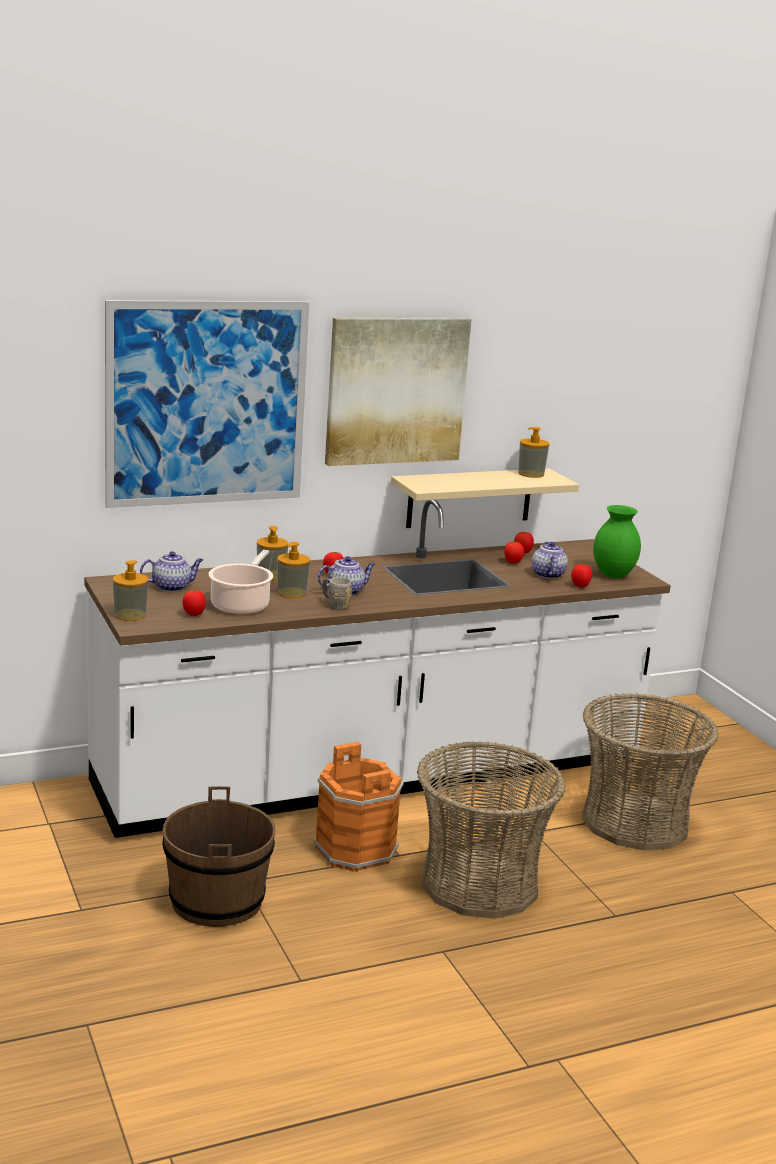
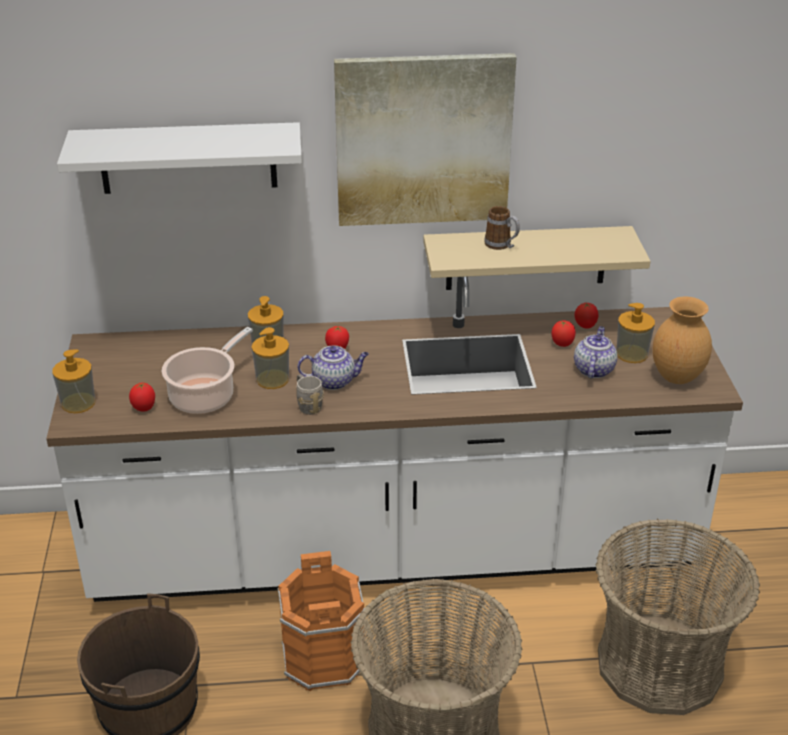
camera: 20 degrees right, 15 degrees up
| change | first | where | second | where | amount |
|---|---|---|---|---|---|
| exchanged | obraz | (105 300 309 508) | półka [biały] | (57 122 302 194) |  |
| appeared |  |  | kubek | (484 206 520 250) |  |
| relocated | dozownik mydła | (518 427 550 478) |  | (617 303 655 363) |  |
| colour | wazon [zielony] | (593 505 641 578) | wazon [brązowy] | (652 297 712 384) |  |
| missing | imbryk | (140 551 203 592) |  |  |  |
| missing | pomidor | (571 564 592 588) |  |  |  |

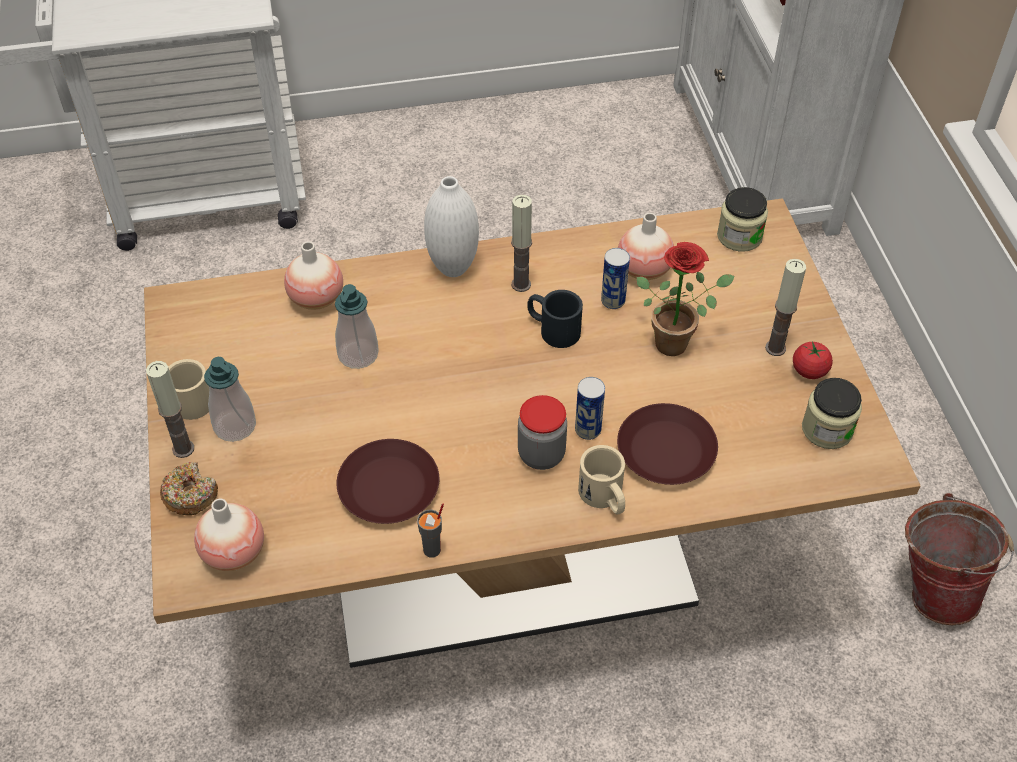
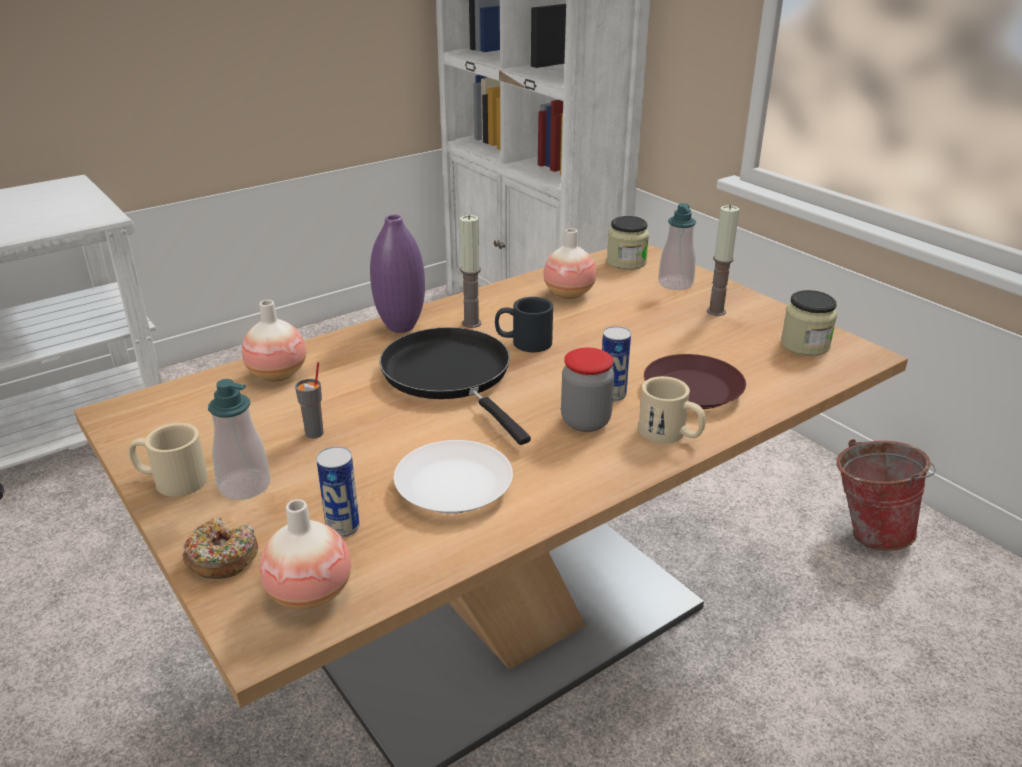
camera: 25 degrees left, 20 degrees down
| change | first | where | second | where | amount |
|---|---|---|---|---|---|
| relocated | filiżanka [szary] | (417 503 444 558) |  | (295 362 323 439) |  |
| relocated | puszka | (601 248 630 309) |  | (316 447 360 537) |  |
| colour | wazon [biały] | (424 176 479 277) | wazon [fioletowy] | (370 215 425 333) |  |
| appeared |  |  | patelnia [czarny] | (379 327 531 445) |  |
| colour | talerz [brązowy] | (336 439 439 524) | talerz [biały] | (394 440 513 514) |  |
| relocated | dozownik mydła | (335 284 379 369) |  | (658 203 696 290) |  |
| missing | świeca | (146 361 194 458) |  |  |  |
| missing | roślina doniczkowa | (636 242 735 356) |  |  |  |
| missing | pomidor | (793 341 833 379) |  |  |  |

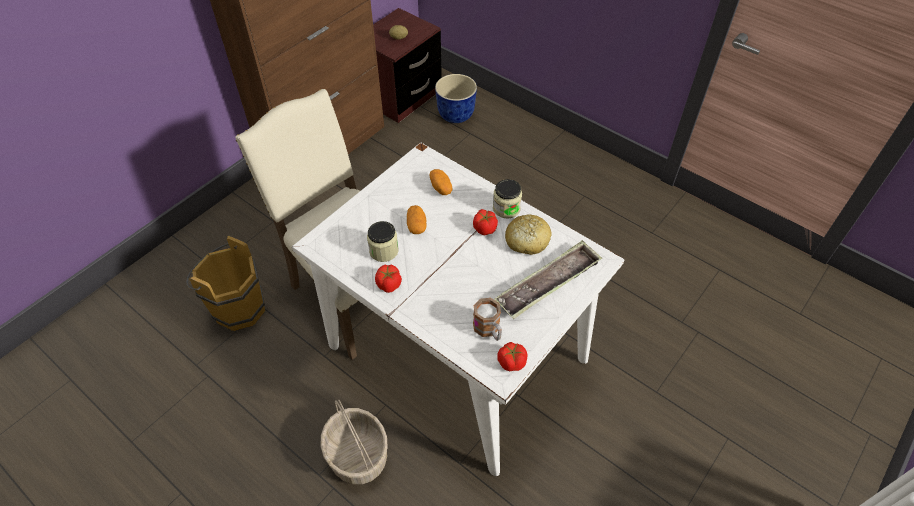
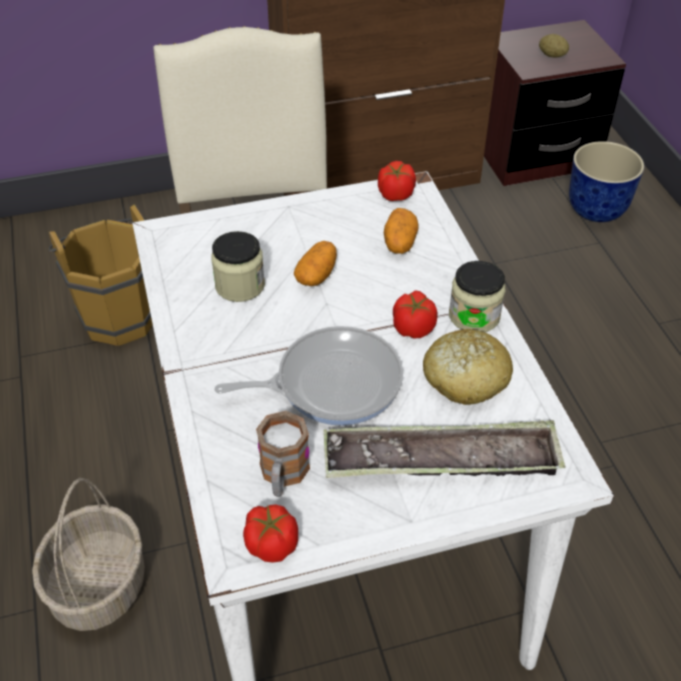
camera: 35 degrees right, 5 degrees down
| change | first | where | second | where | amount |
|---|---|---|---|---|---|
| appeared |  |  | patelnia | (214 326 403 426) |  |
| relocated | pomidor | (375 264 402 293) |  | (378 161 416 201) |  |

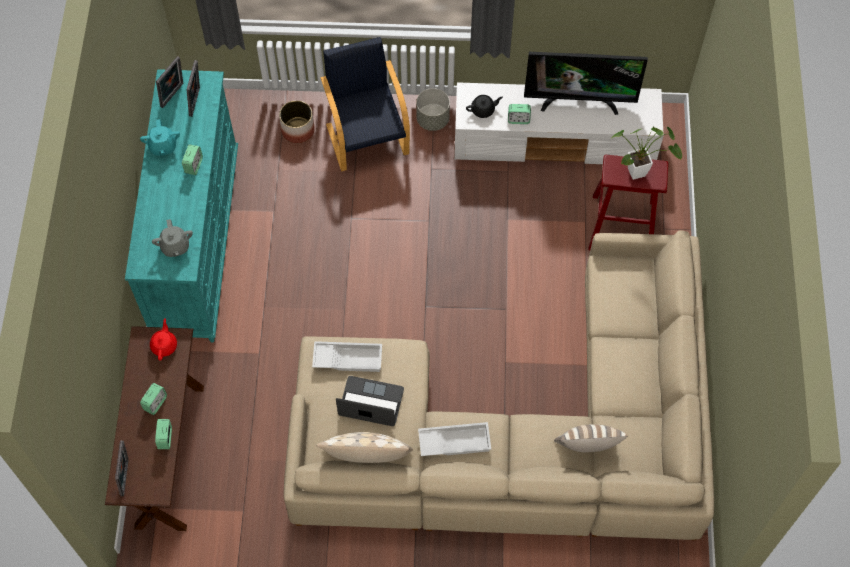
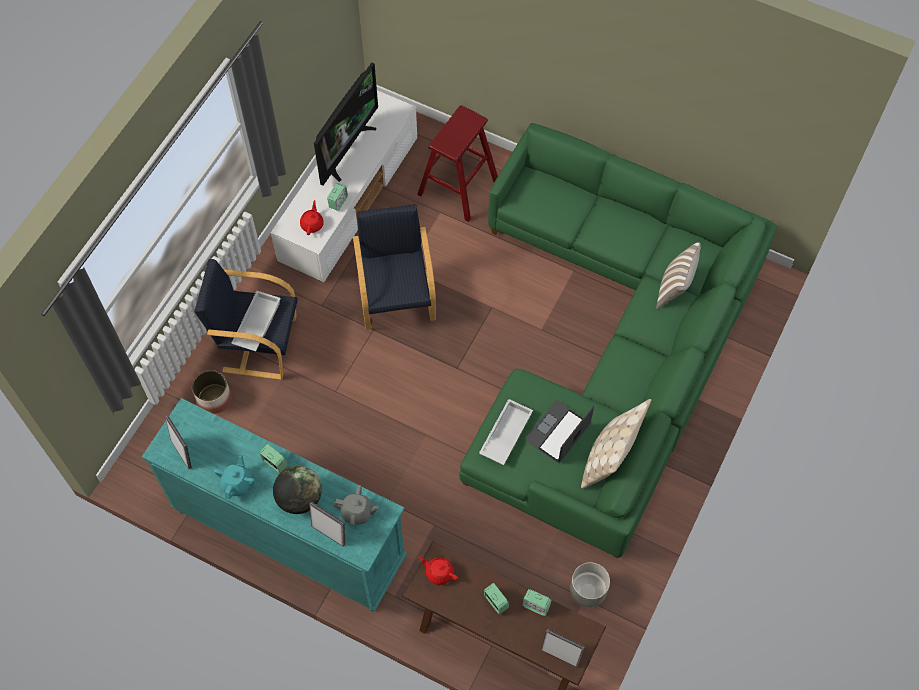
camera: 65 degrees left, 0 degrees up
| change | first | where | second | where | amount |
|---|---|---|---|---|---|
| spun | imbryk [turkusowy] | (140 119 180 156) |  | (214 454 255 500) | 90 degrees counterclockwise |
| relocated | taca [biały] | (418 422 491 456) |  | (231 291 281 351) |  |
| appeared |  |  | globus | (273 466 322 514) |  |
| colour | imbryk [czarny] | (466 95 503 118) | imbryk [czerwony] | (300 200 324 235) |  |
| relocated | ramka na zdjęcie | (186 60 200 117) |  | (309 501 345 547) |  |
| appeared |  |  | fotel [czarny] | (353 204 436 330) |  |
| colour | kanapa [beżowy] | (284 230 714 540) | kanapa [zielony] | (459 123 777 558) |  |
| relocated | donica [szary] | (416 88 450 131) |  | (570 562 610 608) |  |
| missing | roślina doniczkowa | (612 126 682 180) |  |  |  |

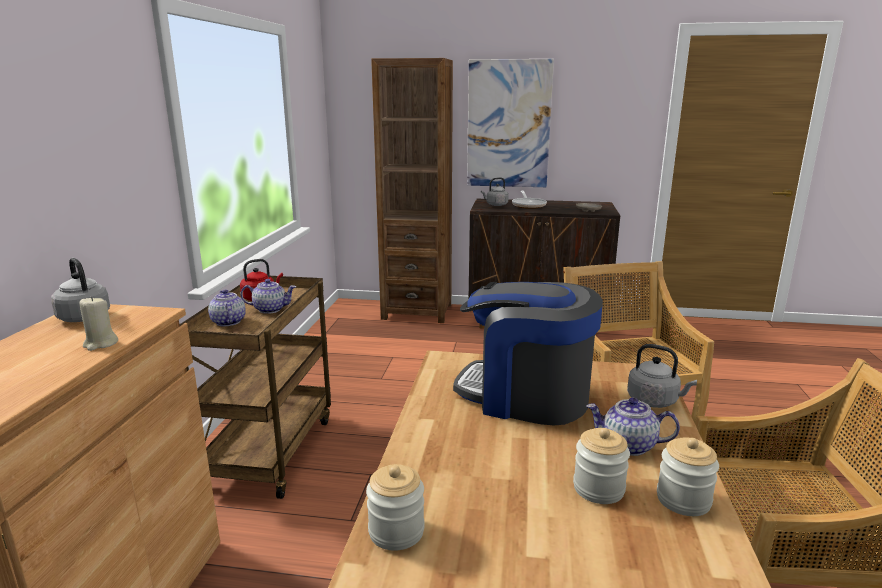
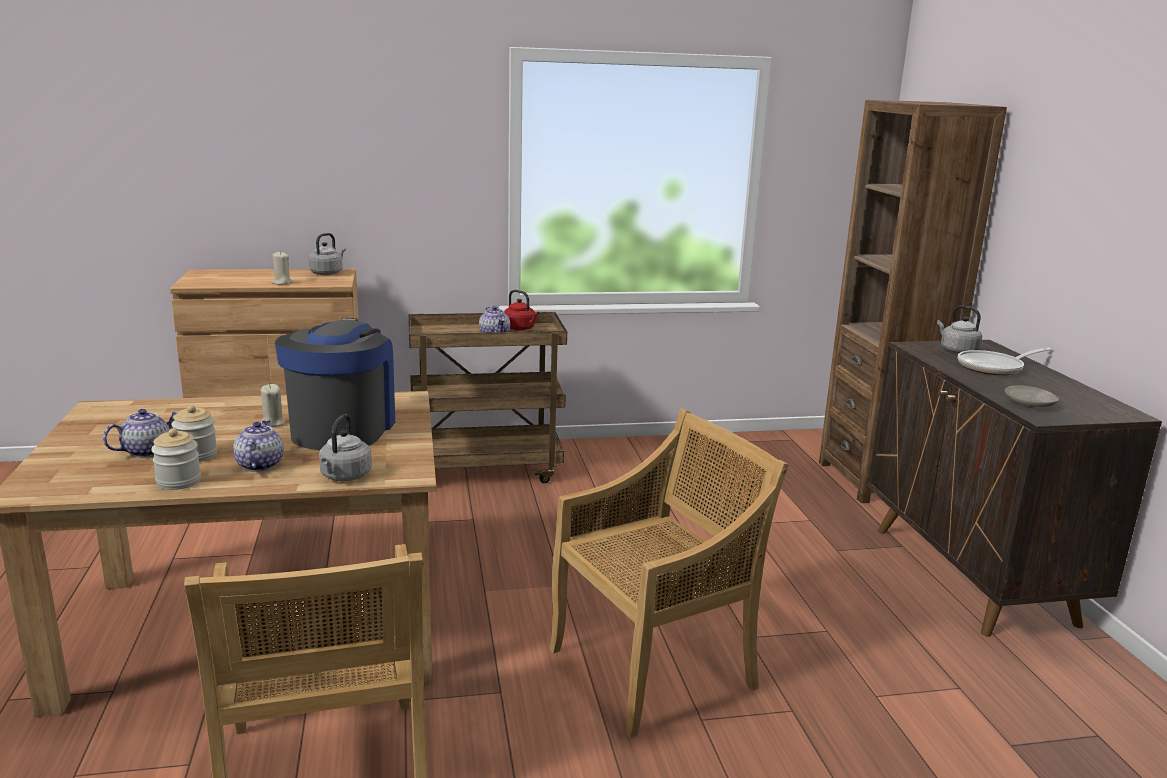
camera: 70 degrees right, 0 degrees up
| change | first | where | second | where | amount |
|---|---|---|---|---|---|
| relocated | imbryk | (208 289 246 326) |  | (103 409 179 457) |  |
| appeared |  |  | świeca [beżowy] | (261 384 285 427) |  |
| missing | słoik | (366 464 425 551) |  |  |  |
| missing | obraz | (467 59 554 187) |  |  |  |

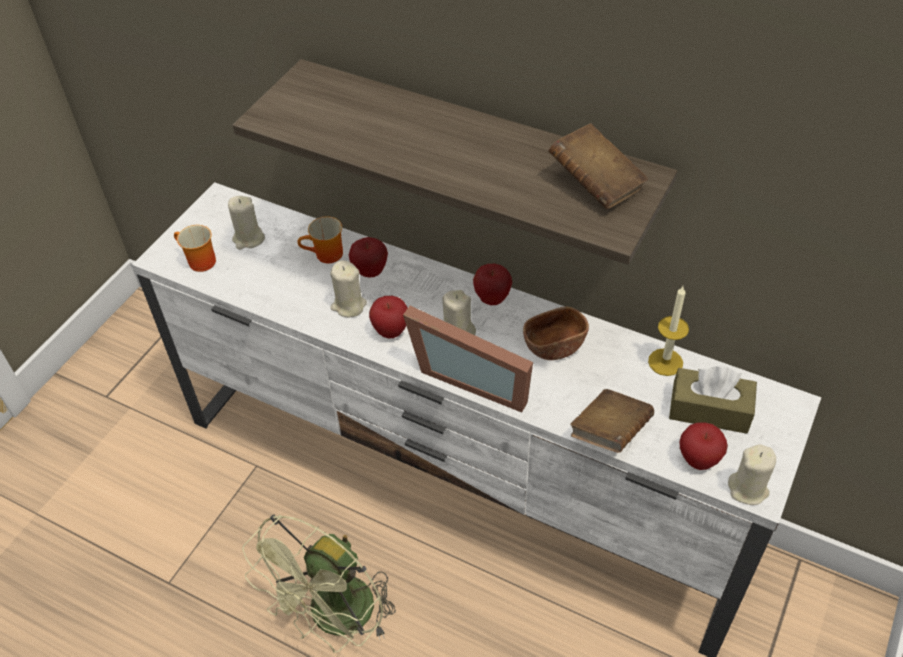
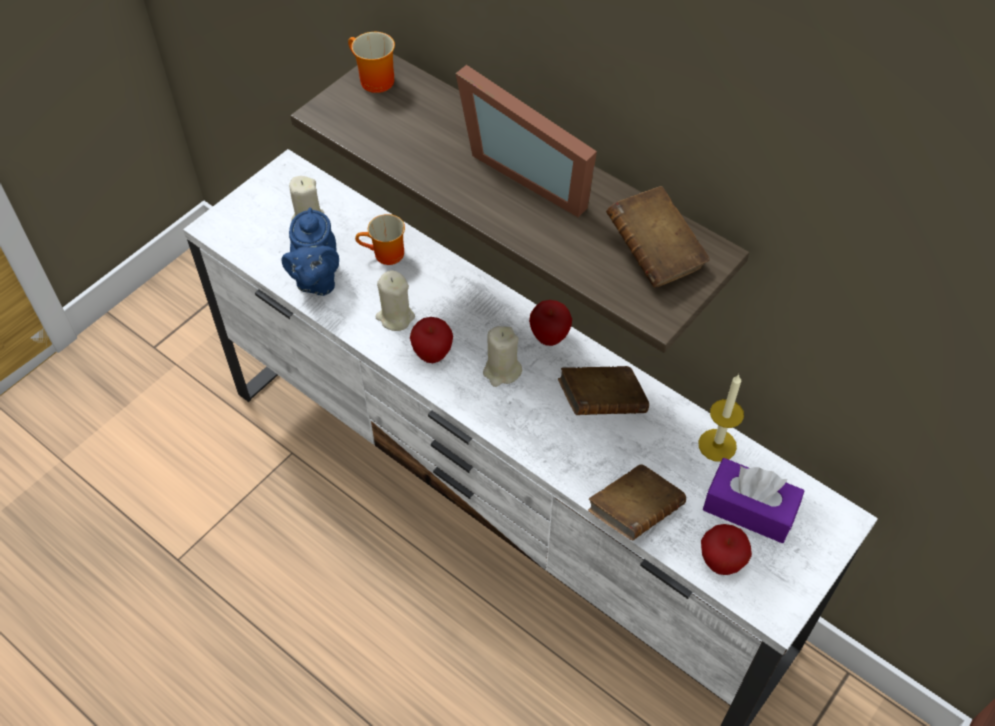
camera: 10 degrees right, 5 degrees up
| change | first | where | second | where | amount |
|---|---|---|---|---|---|
| appeared |  |  | imbryk [niebieski] | (281 208 339 296) |  |
| relocated | kubek | (174 225 216 272) |  | (348 32 395 93) |  |
| relocated | ramka na zdjęcie | (403 306 533 412) |  | (456 65 597 217) |  |
| exchanged | miska [brązowy] | (523 307 589 360) | książka [brązowy] | (558 366 649 415) |  |
| colour | pudełko chusteczek [brązowy] | (669 366 757 434) | pudełko chusteczek [fioletowy] | (703 458 804 543) |  |
| missing | wentylator [zielony] | (242 515 396 653) |  |  |  |
| missing | jabłko | (349 237 388 278) |  |  |  |
| missing | świeca [beżowy] | (728 445 776 505) |  |  |  |

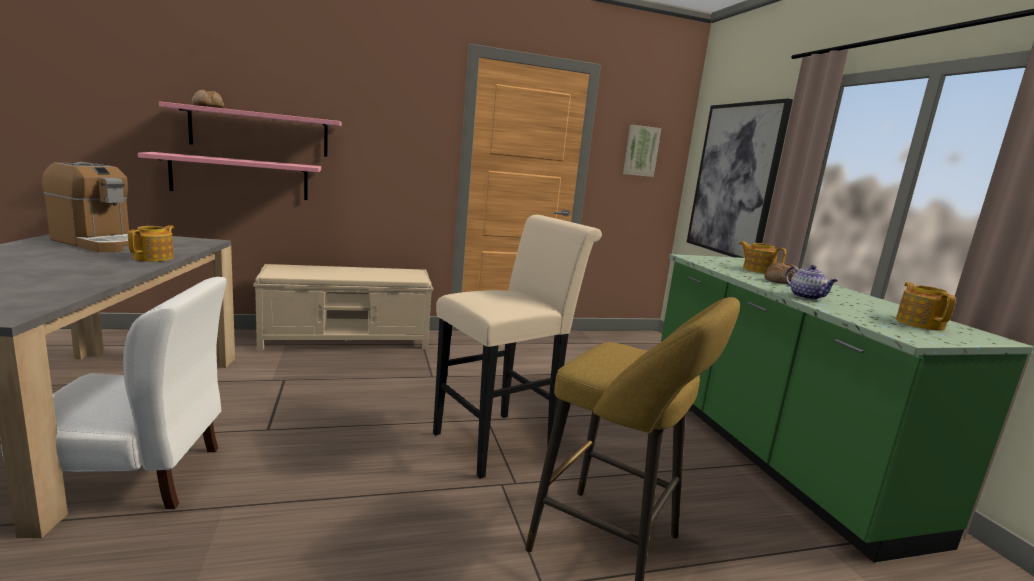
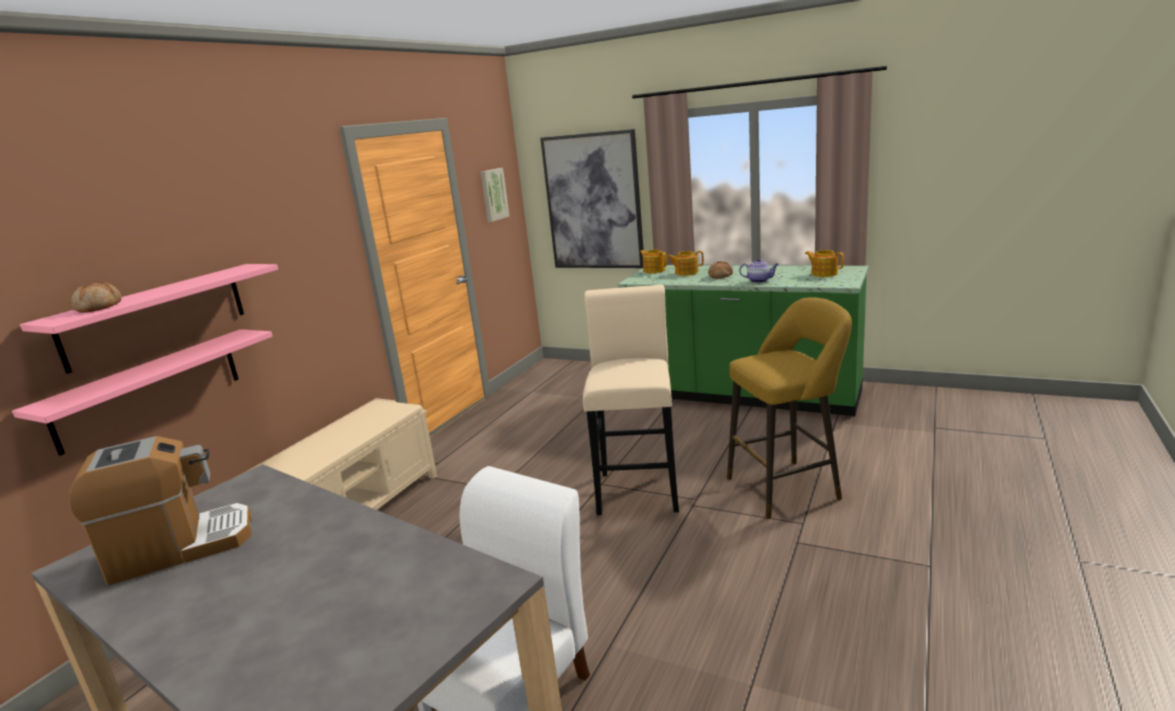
camera: 45 degrees left, 5 degrees up
| change | first | where | second | where | amount |
|---|---|---|---|---|---|
| relocated | imbryk | (128 225 174 262) |  | (640 250 667 273) |  |

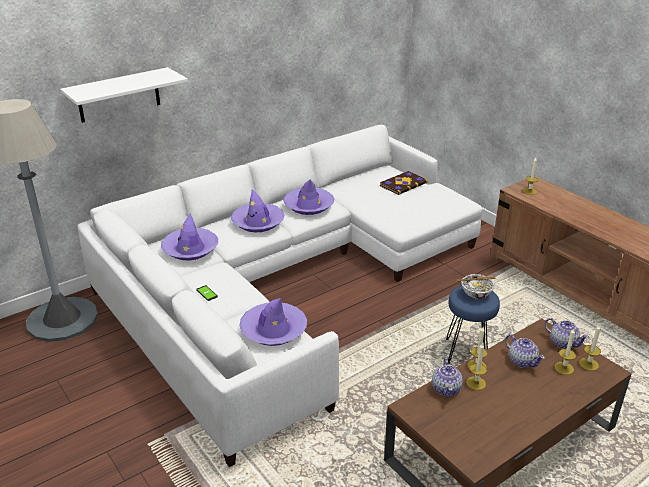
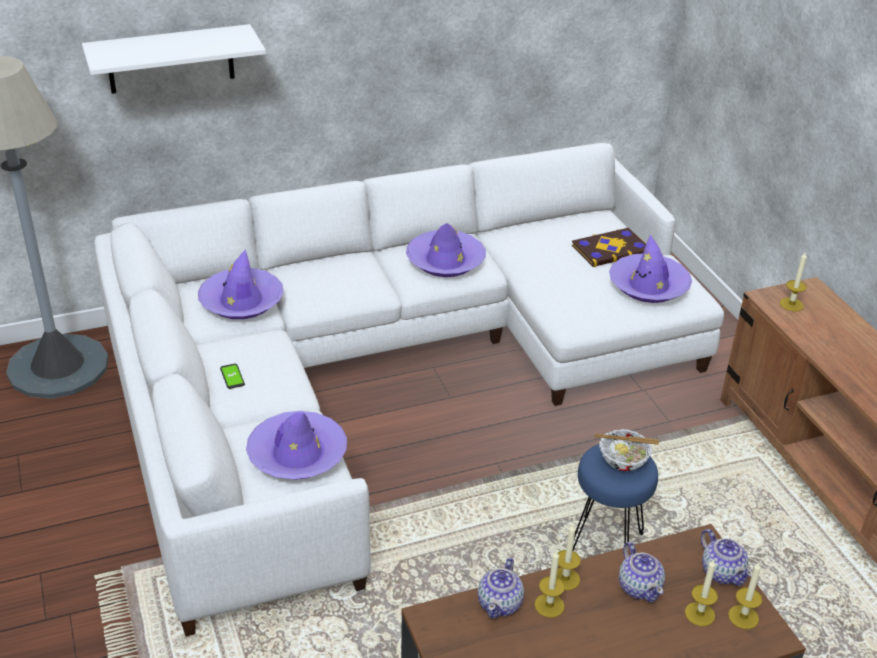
camera: 15 degrees right, 5 degrees up
| change | first | where | second | where | amount |
|---|---|---|---|---|---|
| relocated | kapelusz [fioletowy] | (231 189 285 232) |  | (609 235 692 303) |  |

